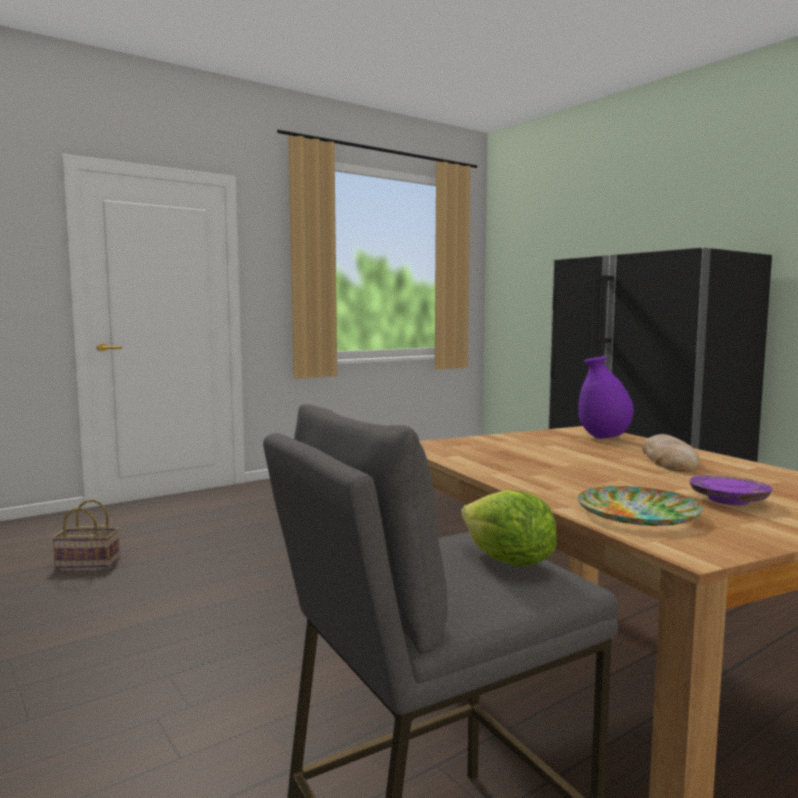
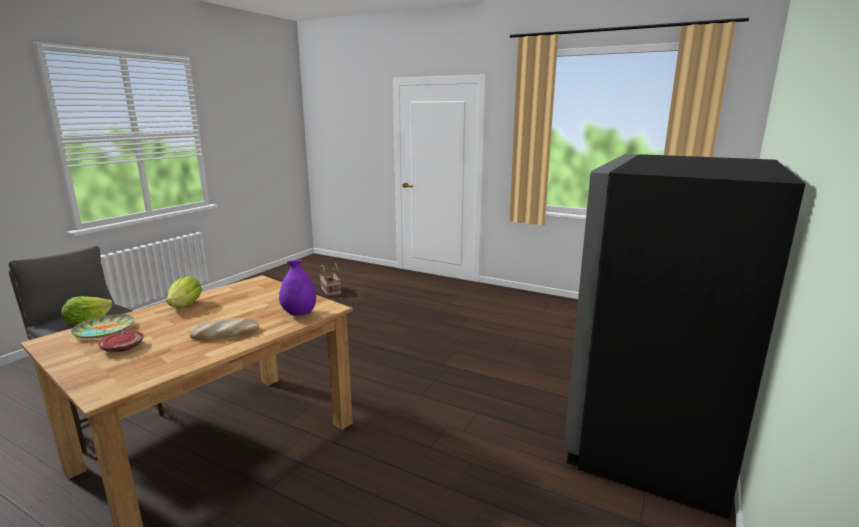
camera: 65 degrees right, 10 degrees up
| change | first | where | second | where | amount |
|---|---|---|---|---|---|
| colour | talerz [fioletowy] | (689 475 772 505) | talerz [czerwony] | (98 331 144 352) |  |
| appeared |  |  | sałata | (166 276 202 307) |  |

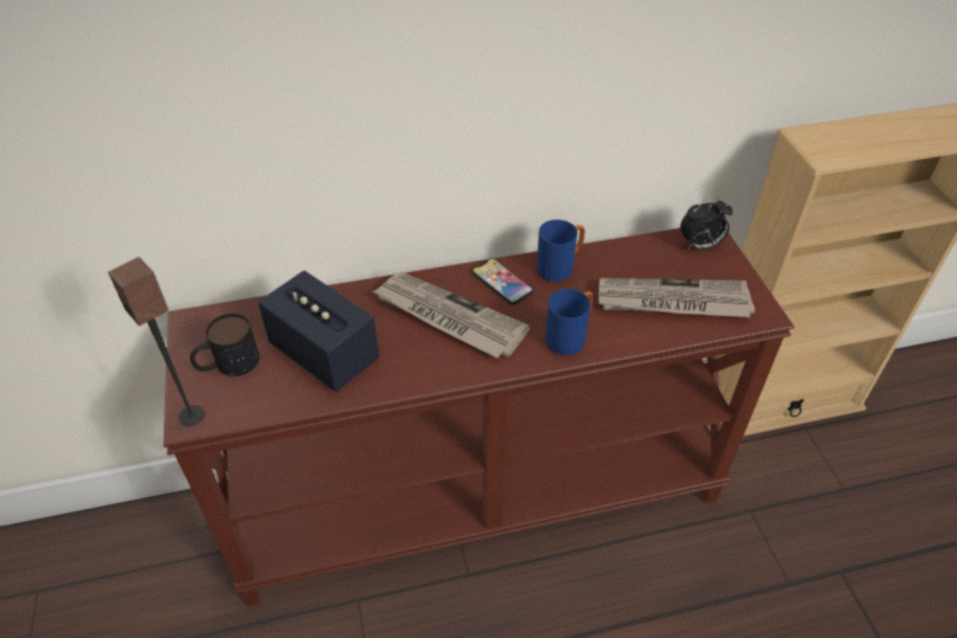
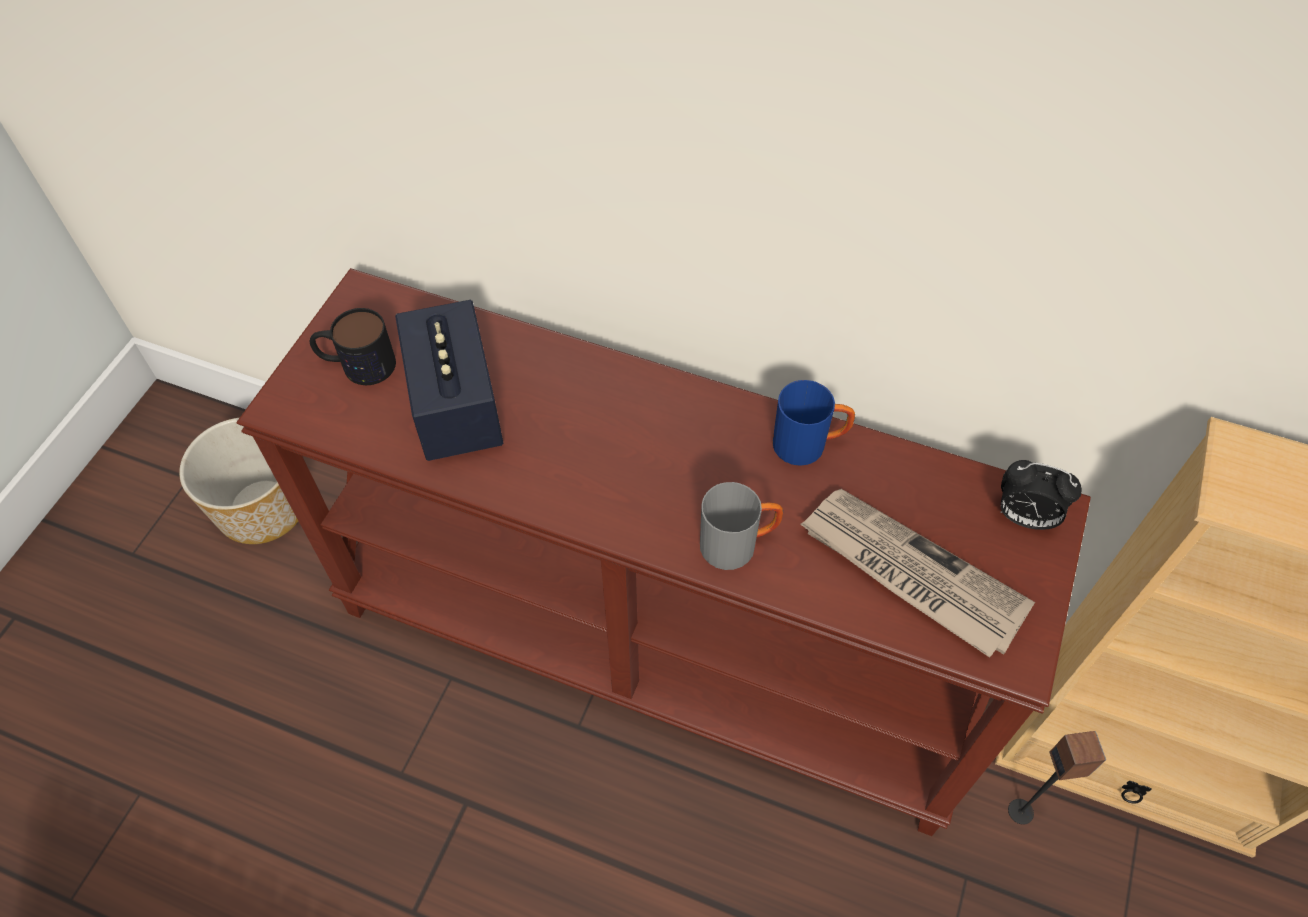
camera: 35 degrees right, 10 degrees up
| change | first | where | second | where | amount |
|---|---|---|---|---|---|
| appeared |  |  | donica | (179 418 298 544) |  |
| colour | kubek [niebieski] | (546 289 593 355) | kubek [szary] | (700 482 783 570) |  |
| relocated | głośnik | (108 257 205 426) |  | (1008 731 1106 825) |  |
| missing | gazeta | (372 272 530 358) |  |  |  |
| missing | telefon | (472 258 533 305) |  |  |  |

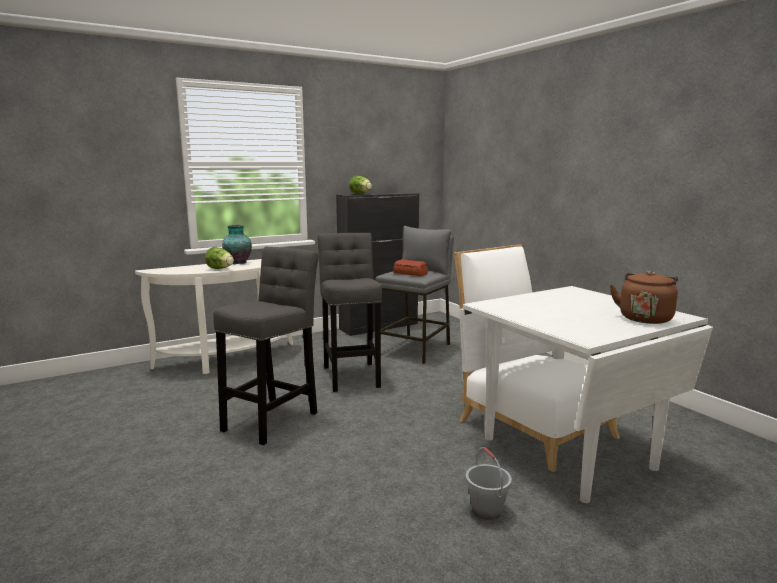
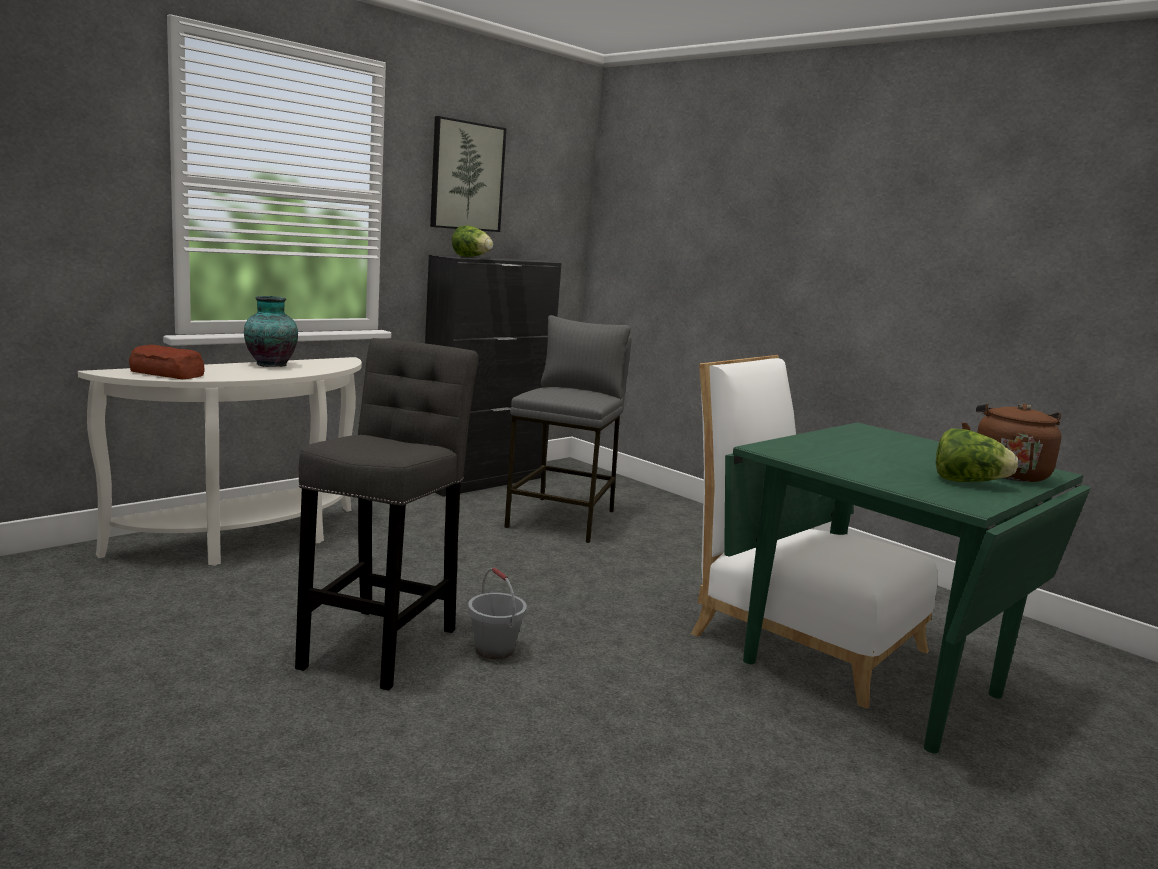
camera: 15 degrees left, 0 degrees up
| change | first | where | second | where | amount |
|---|---|---|---|---|---|
| relocated | chleb | (393 259 428 276) |  | (129 345 205 379) |  |
| appeared |  |  | obraz | (430 116 506 232) |  |
| relocated | wiadro [szary] | (465 447 512 520) |  | (468 568 527 659) |  |
| colour | stół jadalny [biały] | (459 286 713 503) | stół jadalny [zielony] | (724 422 1091 754) |  |
| relocated | sałata | (205 247 234 269) |  | (936 428 1018 482) |  |
| missing | stołek [szary] | (318 233 382 392) |  |  |  |

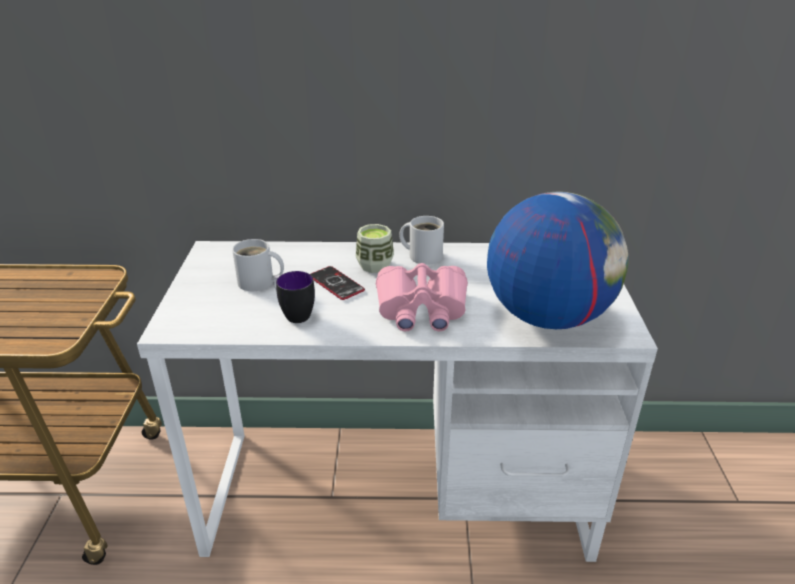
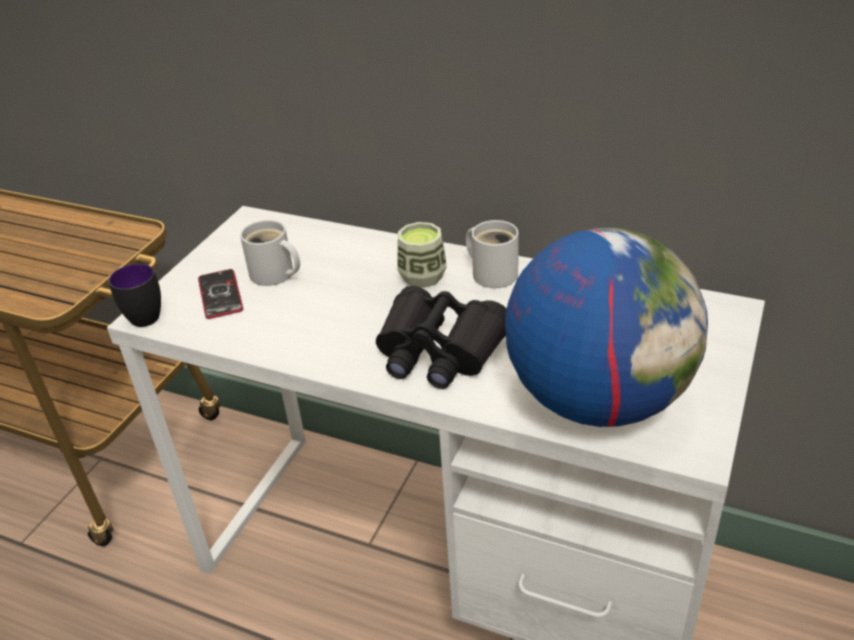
camera: 25 degrees right, 5 degrees up
| change | first | where | second | where | amount |
|---|---|---|---|---|---|
| relocated | kubek | (273 271 315 323) |  | (109 264 161 327) |  |
| relocated | telefon | (310 266 365 300) |  | (198 269 243 319) |  |
| colour | lornetka [różowy] | (376 263 468 332) | lornetka [czarny] | (376 286 507 389) |  |

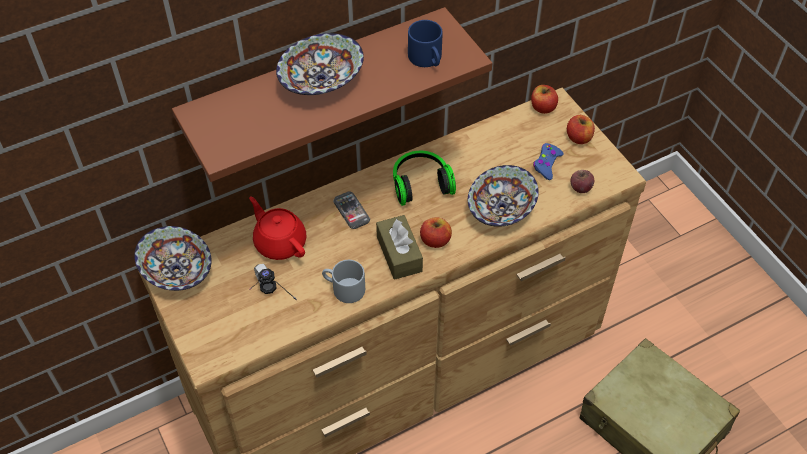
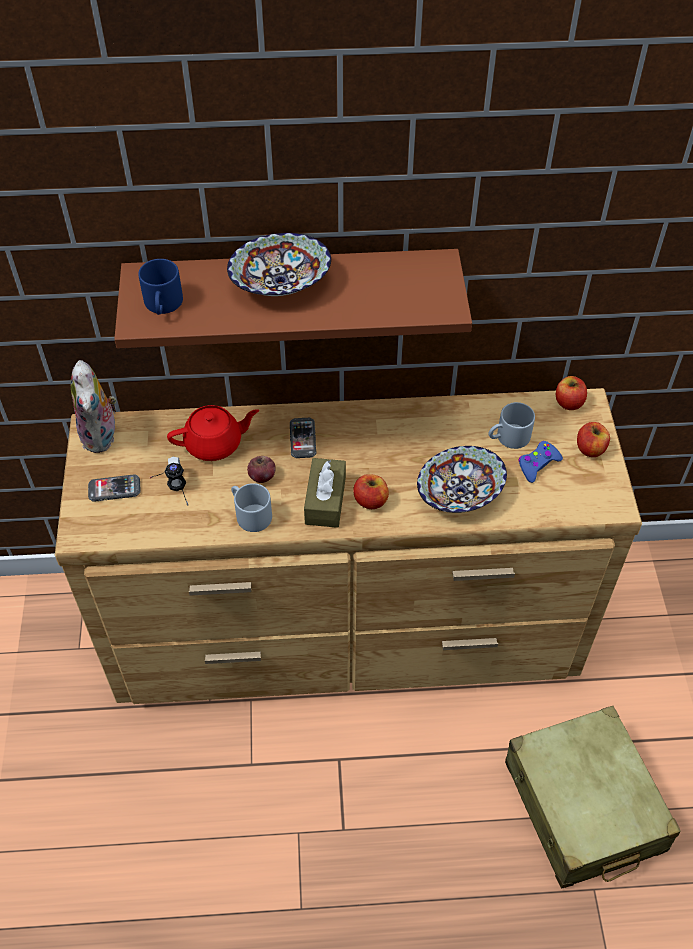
camera: 25 degrees right, 0 degrees up
| change | first | where | second | where | amount |
|---|---|---|---|---|---|
| exchanged | miska | (134 226 212 291) | pluszak | (71 360 117 453) |  |
| appeared |  |  | telefon | (88 474 141 502) |  |
| relocated | kubek [niebieski] | (408 20 443 67) |  | (138 259 183 315) |  |
| spun | imbryk [czerwony] | (249 196 306 260) |  | (167 405 259 461) | 90 degrees clockwise |
| relocated | jabłko | (570 170 594 193) |  | (247 456 276 483) |  |
| appeared |  |  | kubek [szary] | (488 402 535 449) |  |
| missing | słuchawki | (393 151 456 206) |  |  |  |

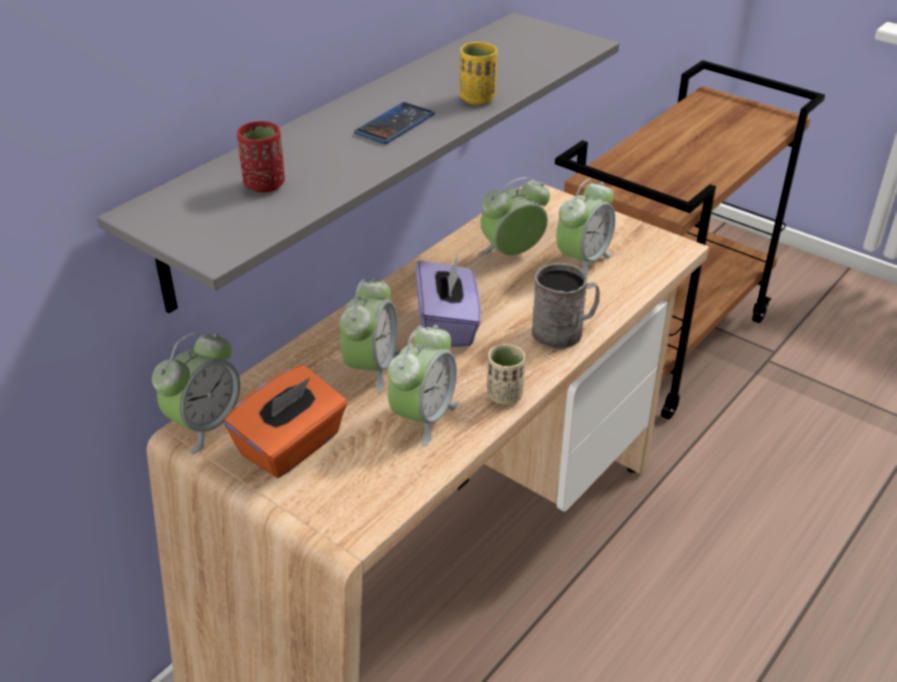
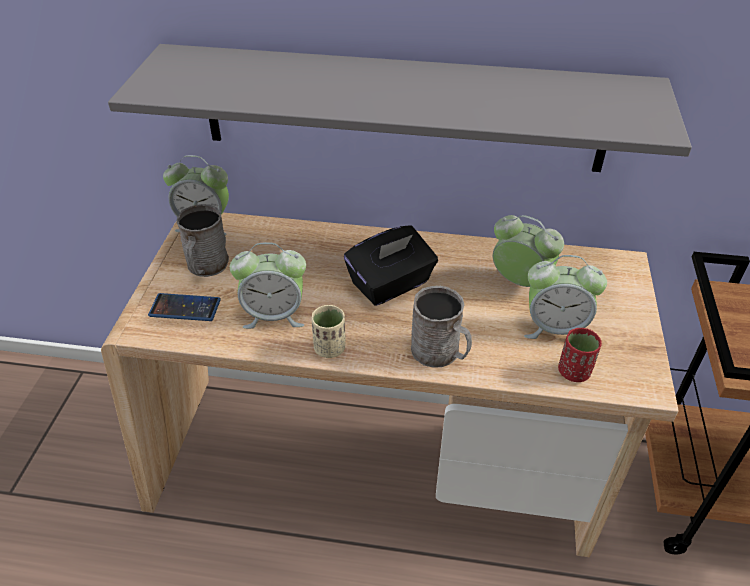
camera: 60 degrees right, 5 degrees up
| change | first | where | second | where | amount |
|---|---|---|---|---|---|
| relocated | telefon | (354 102 435 144) |  | (148 293 221 321) |  |
| exchanged | pudełko chusteczek [pomarańczowy] | (224 365 347 478) | kubek [szary] | (176 204 229 277) |  |
| colour | pudełko chusteczek [fioletowy] | (415 255 481 347) | pudełko chusteczek [czarny] | (344 225 438 306) |  |
| relocated | filiżanka [czerwony] | (236 121 285 192) |  | (558 328 602 382) |  |
| missing | budzik | (340 278 400 393) |  |  |  |
| missing | filiżanka [żółty] | (460 42 497 105) |  |  |  |

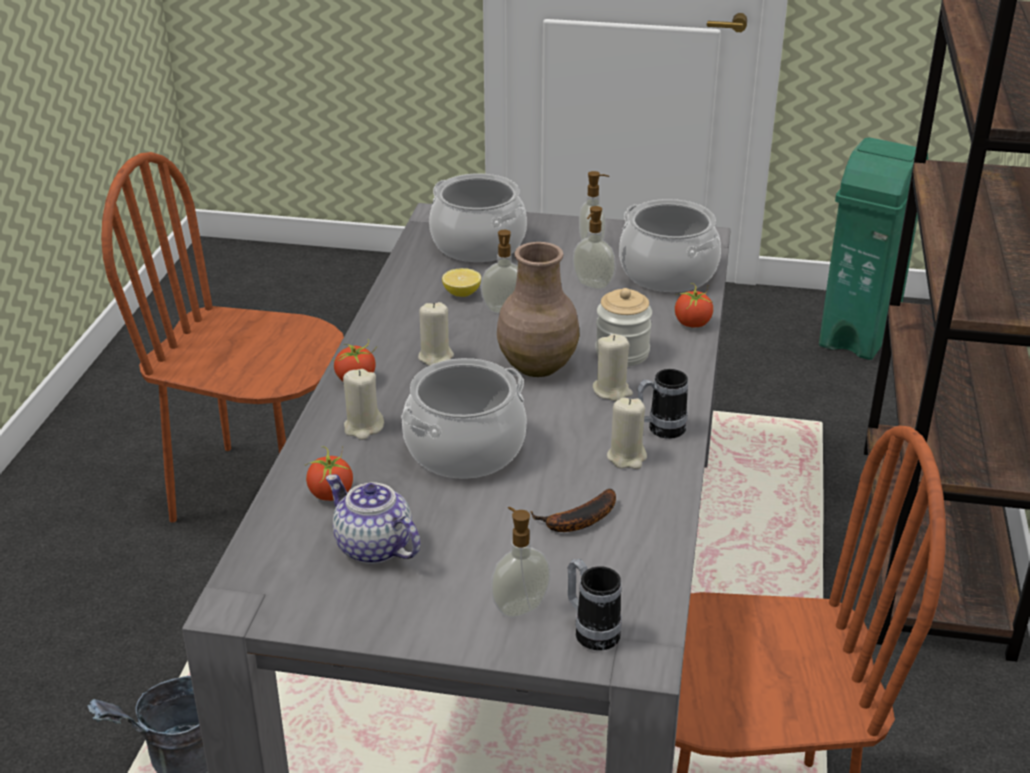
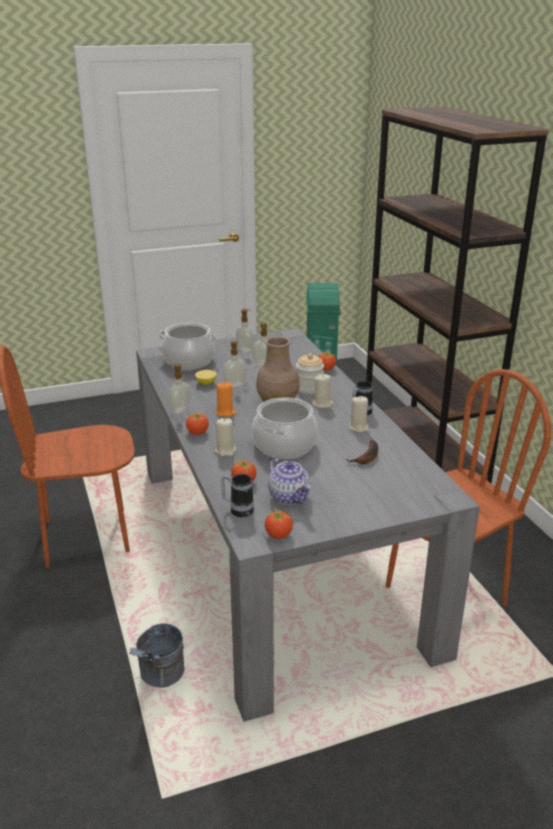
camera: 30 degrees left, 5 degrees down
| change | first | where | second | where | amount |
|---|---|---|---|---|---|
| relocated | dozownik mydła | (491 507 551 618) |  | (169 363 190 413) |  |
| colour | świeca [beżowy] | (418 302 454 366) | świeca [pomarańczowy] | (215 382 236 417) |  |
| relocated | kubek | (568 559 622 651) |  | (221 474 254 518) |  |
| appeared |  |  | pomidor | (265 510 294 539) |  |
| spun | imbryk | (326 474 420 564) |  | (268 456 311 505) | 135 degrees counterclockwise |
| missing | garnek | (619 199 721 292) |  |  |  |

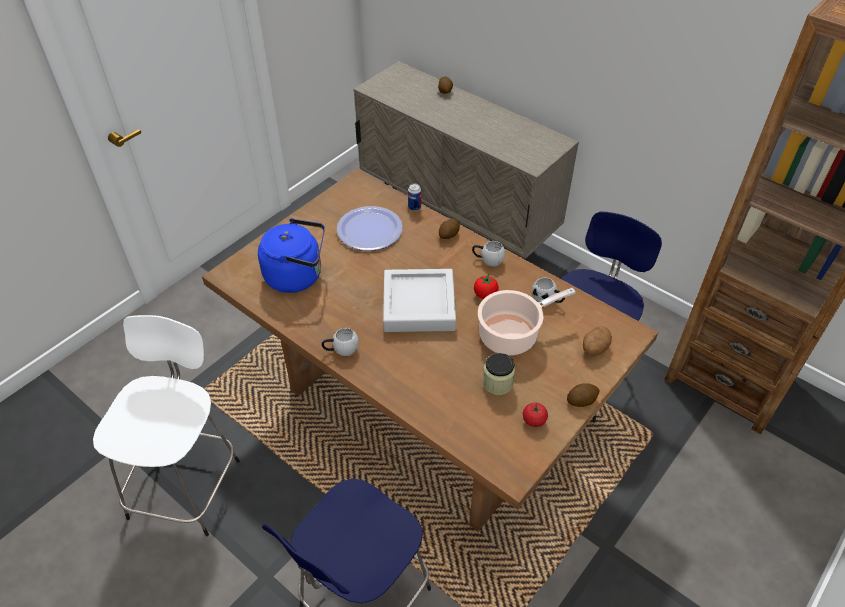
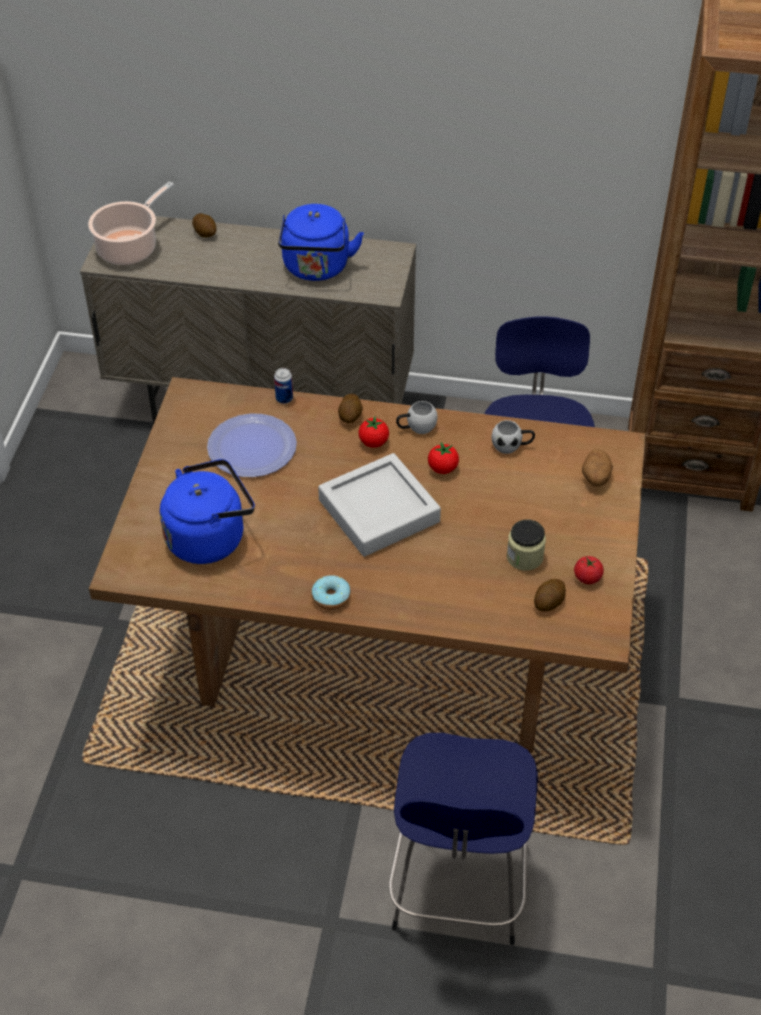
camera: 30 degrees left, 0 degrees up
| change | first | where | second | where | amount |
|---|---|---|---|---|---|
| relocated | garnek | (478 288 576 355) |  | (88 181 174 265) |  |
| appeared |  |  | czajnik [niebieski] | (278 204 364 281) |  |
| exchanged | kubek [biały] | (322 328 359 356) | donut | (311 575 351 610) |  |
| appeared |  |  | pomidor | (358 417 389 448) |  |
| relocated | ziemniak | (567 383 599 407) |  | (534 579 566 612) |  |
| missing | stołek [biały] | (93 315 240 536) |  |  |  |

